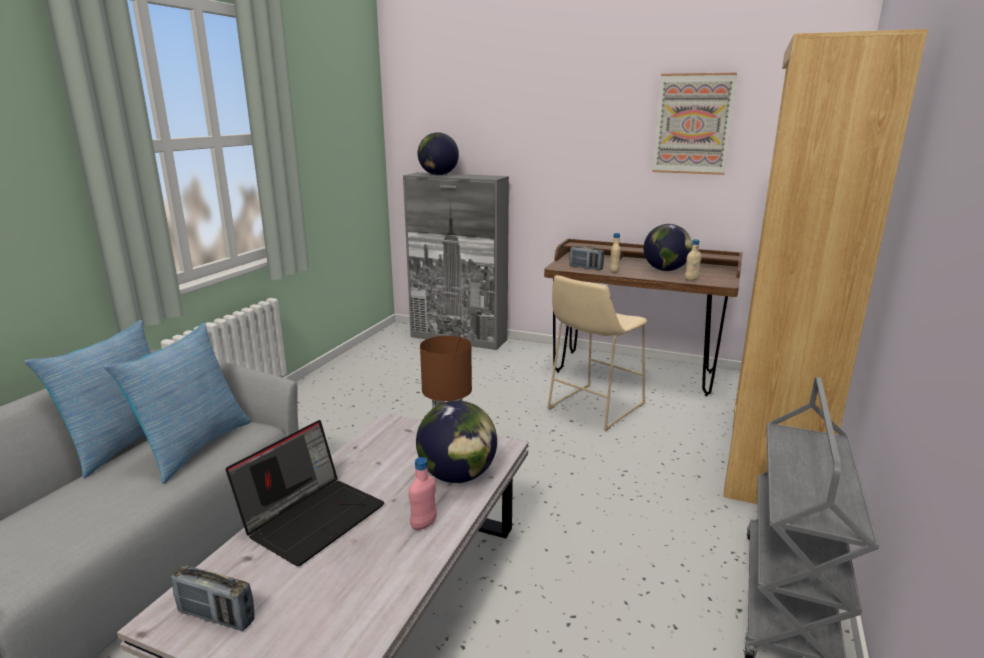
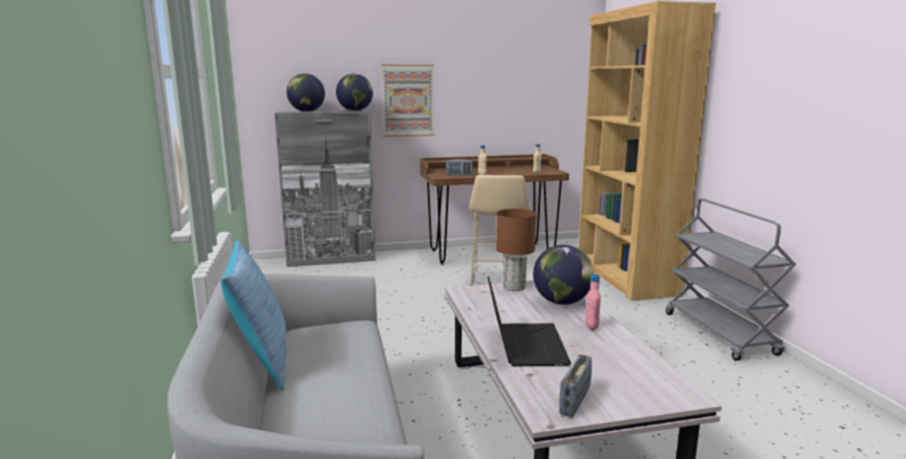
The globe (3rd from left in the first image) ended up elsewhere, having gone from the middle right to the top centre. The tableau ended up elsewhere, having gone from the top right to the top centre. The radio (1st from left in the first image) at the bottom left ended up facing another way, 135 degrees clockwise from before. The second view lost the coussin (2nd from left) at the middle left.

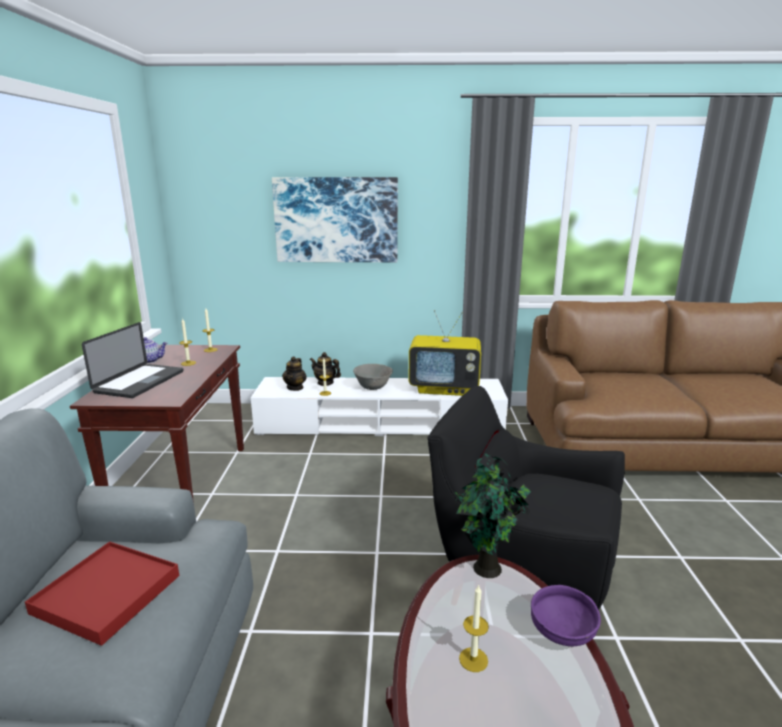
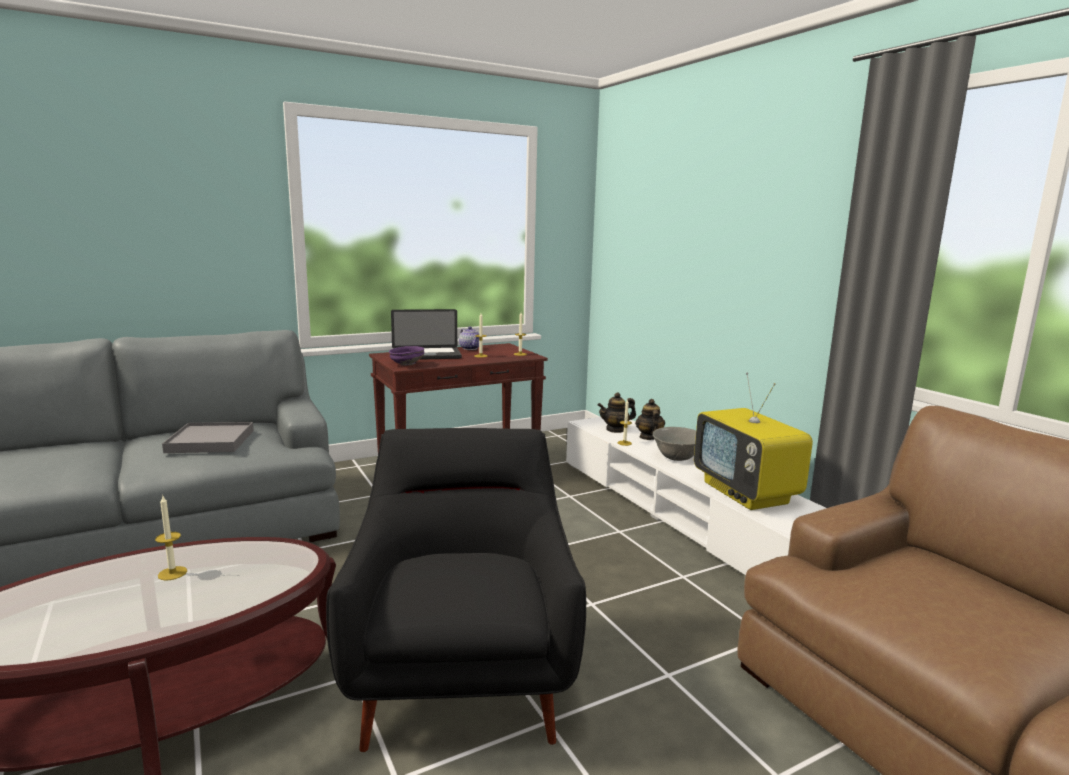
What was the plateau/rouge at the bottom left turned into the plateau/gris at the middle left. The bol/violet ended up elsewhere, having gone from the bottom right to the centre. The second view lost the tableau at the top centre. The second view lost the plante en pot at the bottom centre.

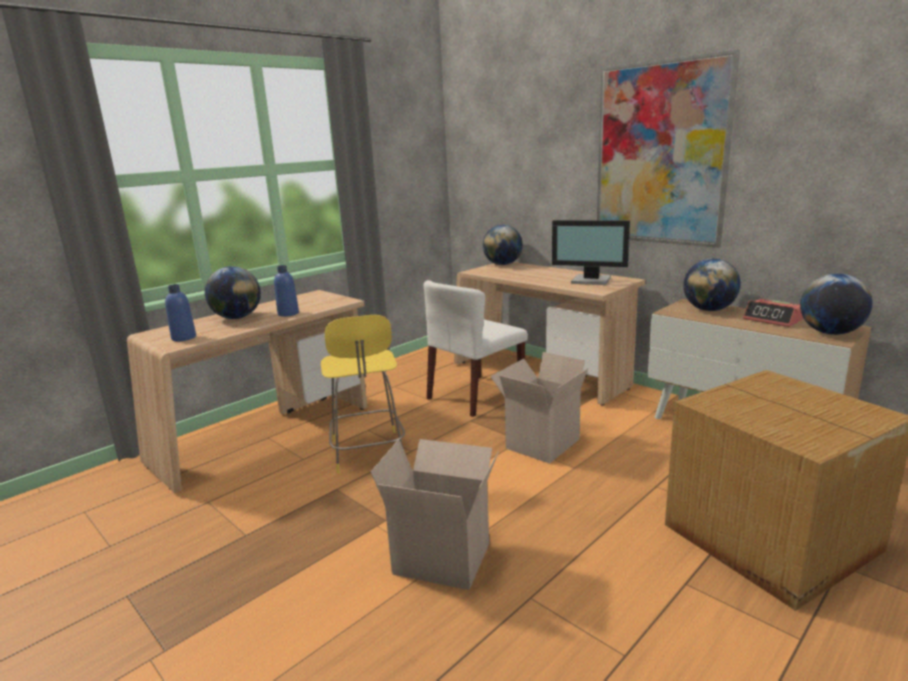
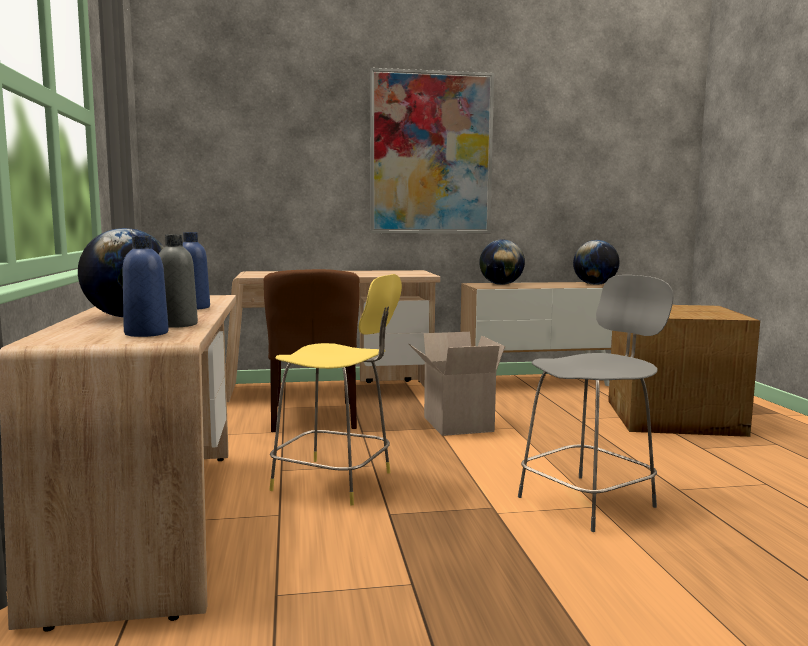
The second view gained the bouteille/gris at the middle left. What was the chaise/blanc at the centre turned into the chaise/marron at the centre. Where the carton (1st from left) stood at the bottom centre, the tabouret/gris came to stand at the middle right. The second view lost the globe (2nd from left) at the centre. The second view lost the écran d'ordinateur at the centre. The second view lost the réveil at the middle right.

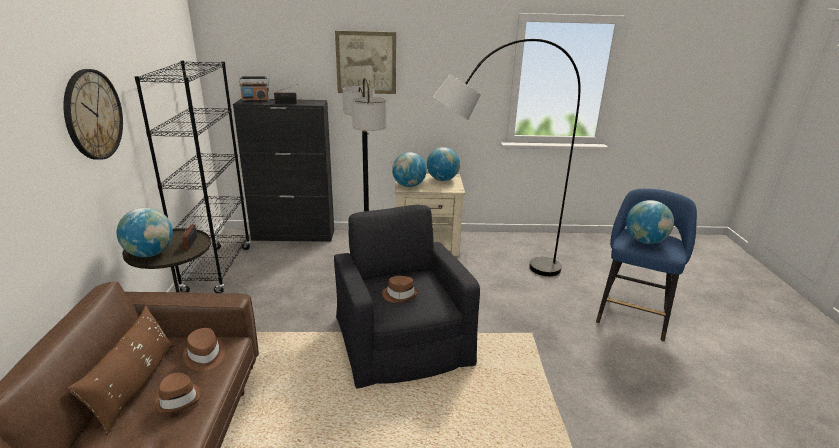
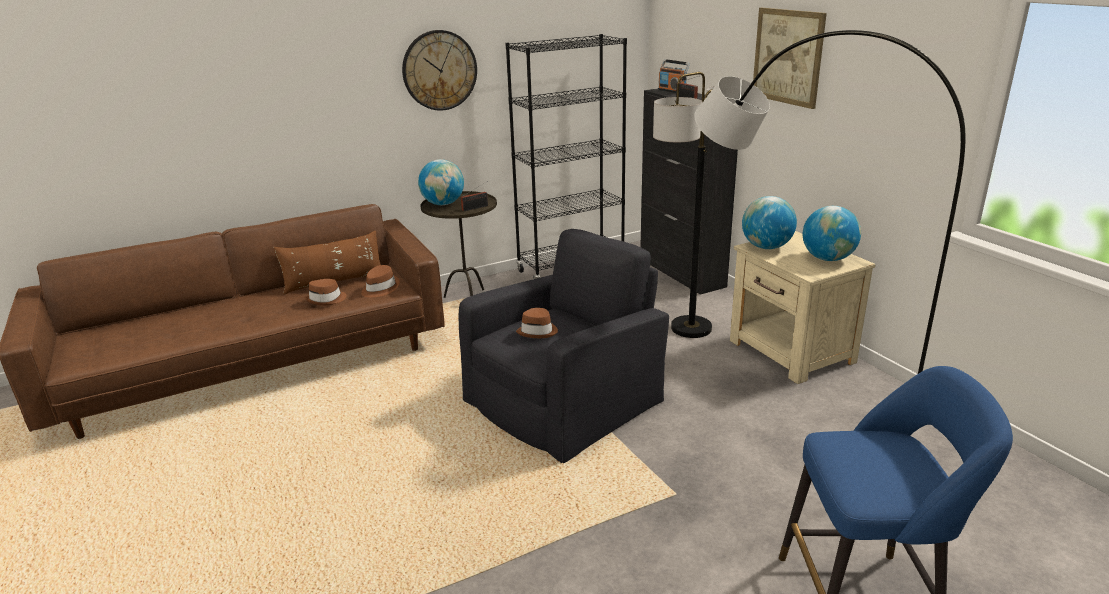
The second view lost the globe (4th from left) at the middle right.

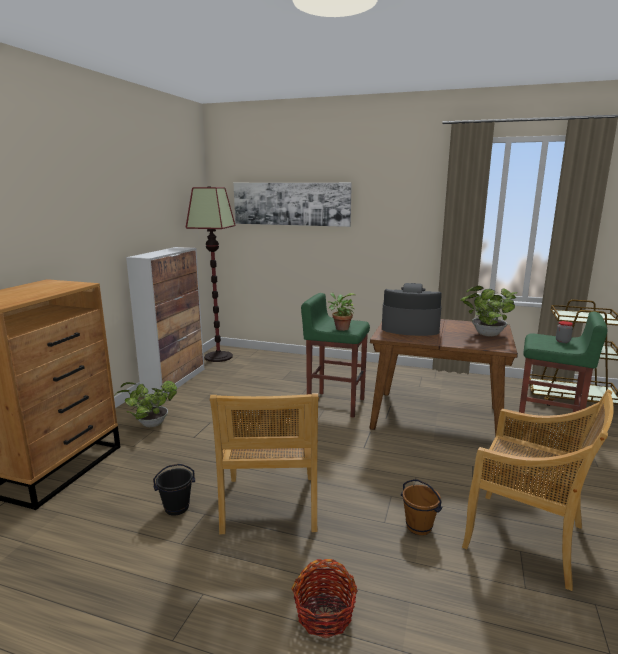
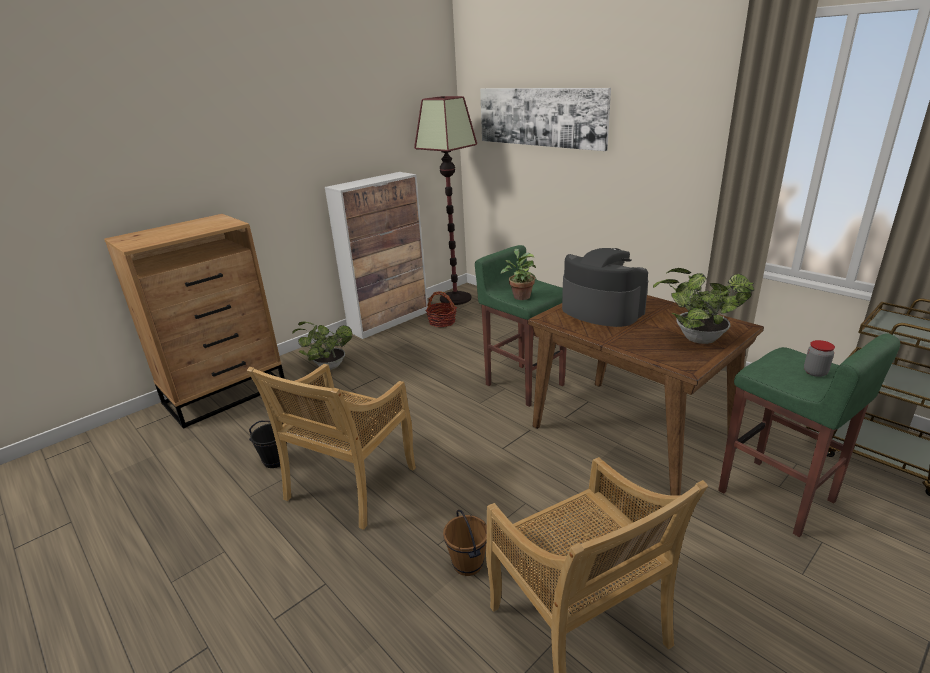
The panier ended up elsewhere, having gone from the bottom centre to the centre.

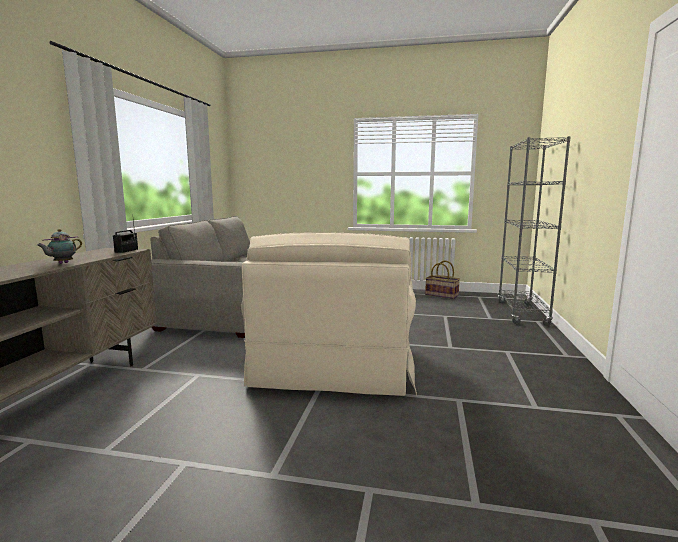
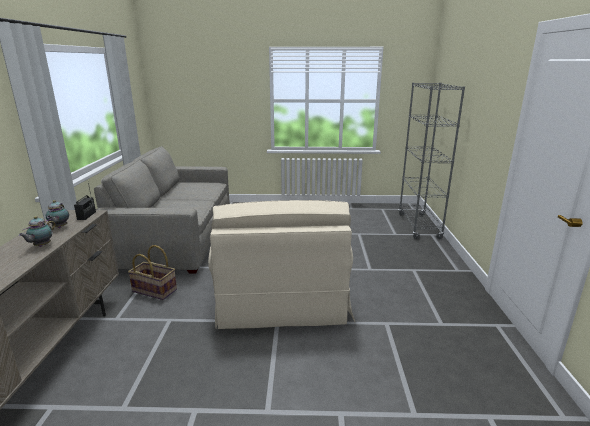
The second view gained the théière (2nd from left) at the middle left. The panier ended up elsewhere, having gone from the centre to the middle left.

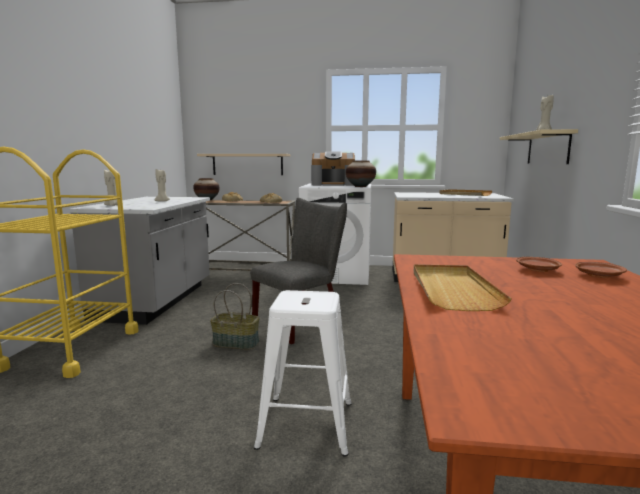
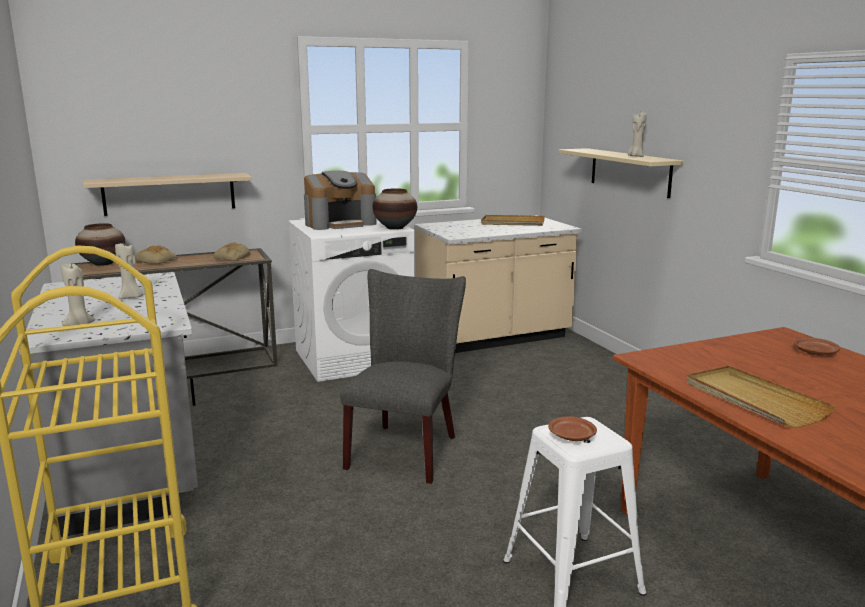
The assiette/marron (1st from left) ended up elsewhere, having gone from the middle right to the bottom centre. The second view lost the panier at the centre.

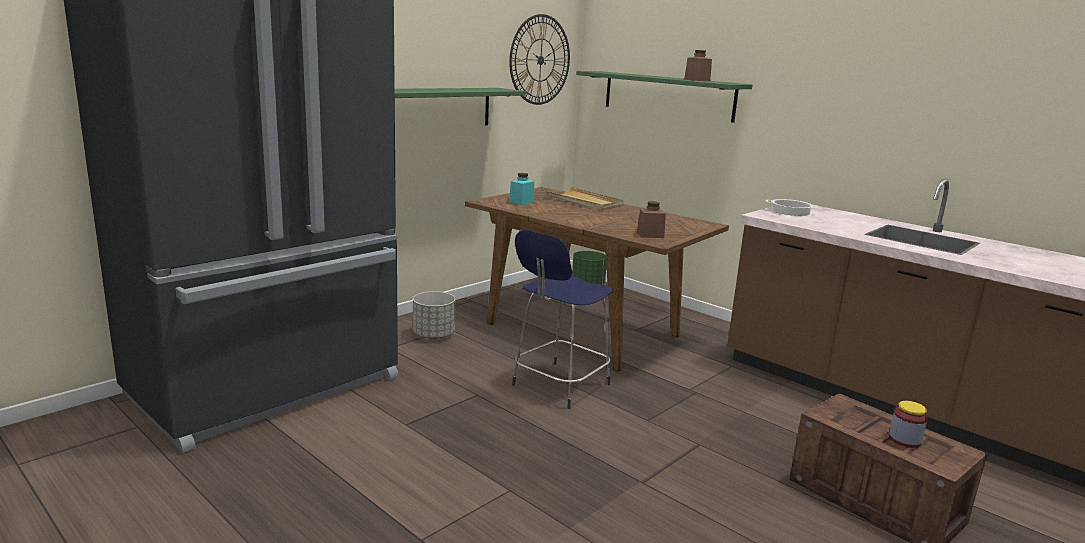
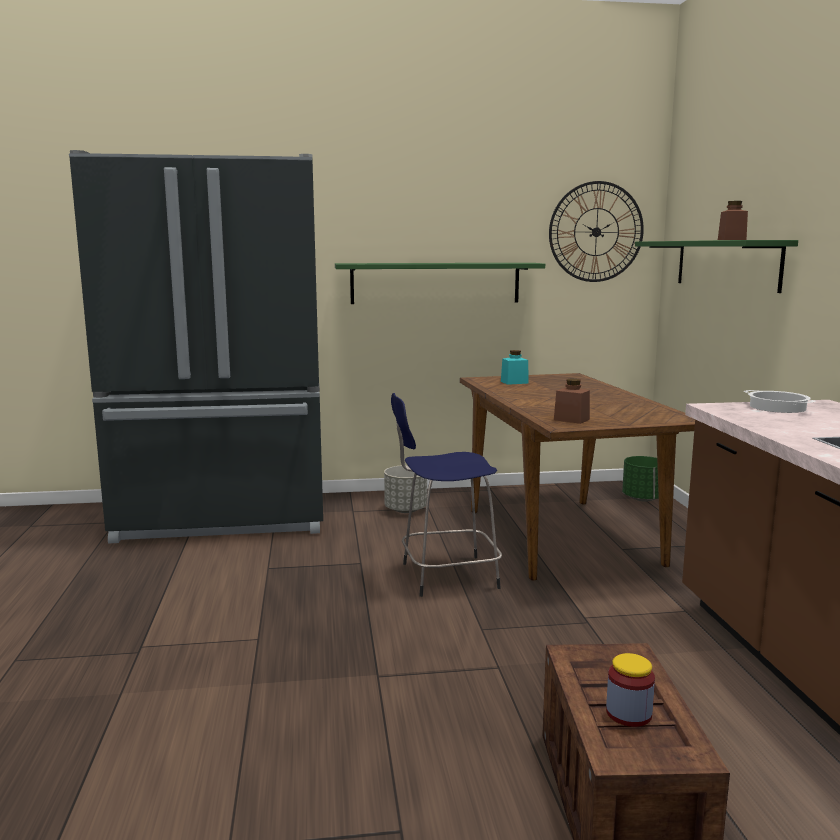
The second view lost the plateau/beige at the centre.

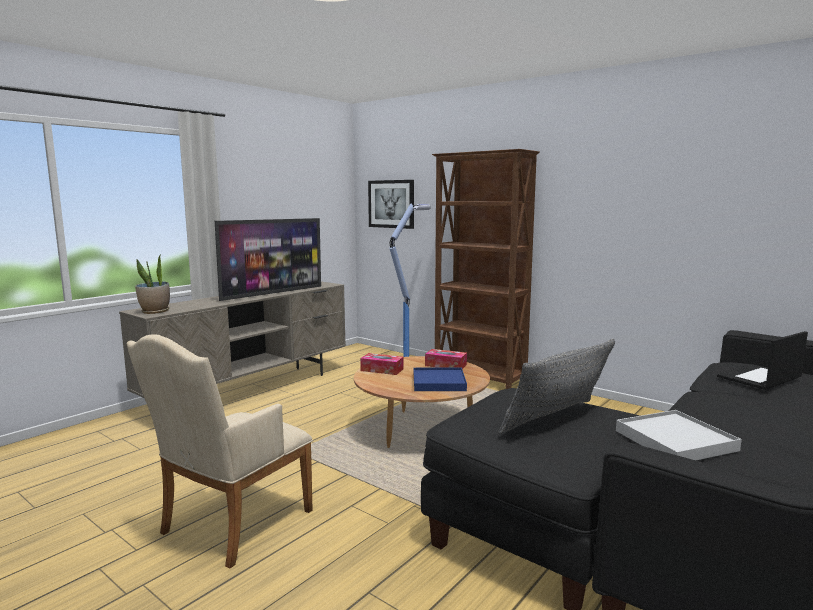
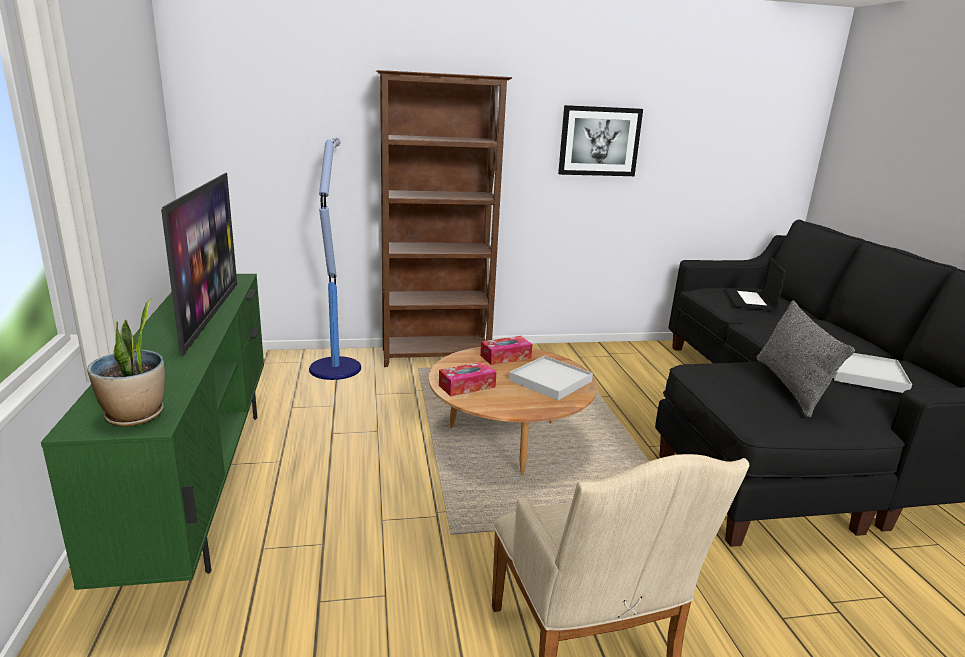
What was the meuble télé/beige at the middle left turned into the meuble télé/vert at the middle left. What was the plateau/bleu at the centre turned into the plateau/blanc (1st from left) at the centre. The tableau ended up elsewhere, having gone from the centre to the top centre.

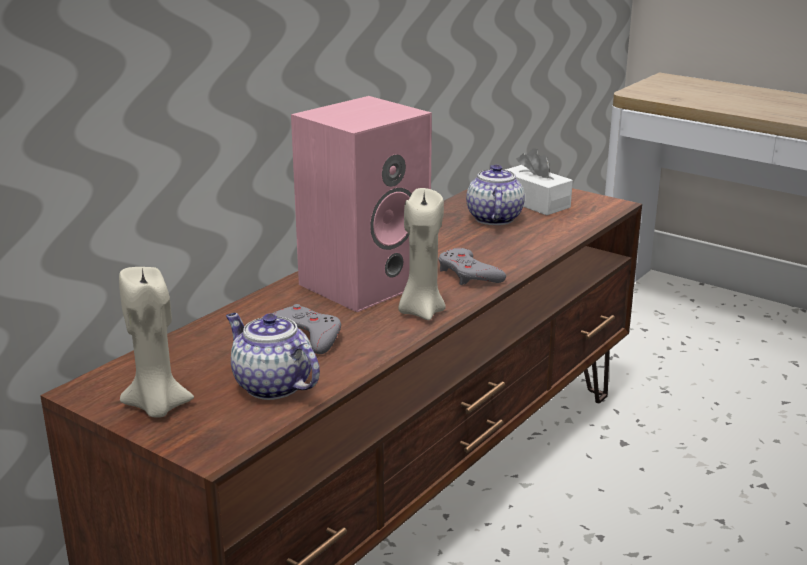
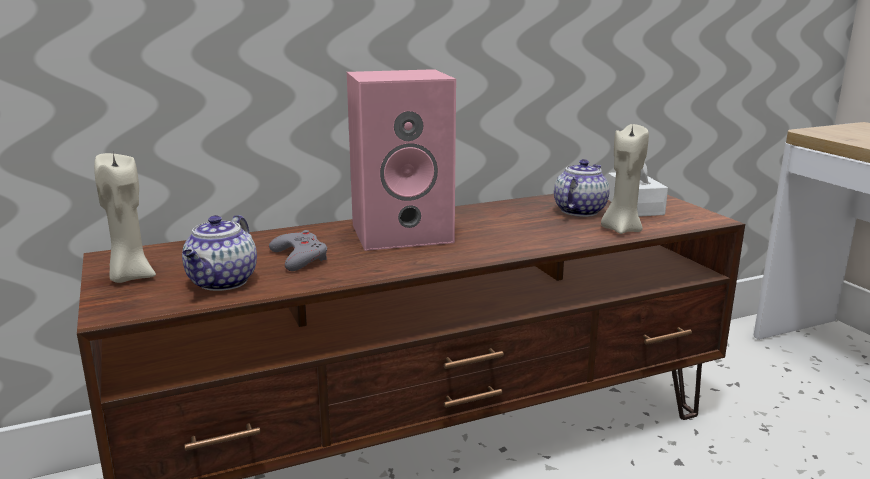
The théière (1st from left) at the centre ended up facing another way, 150 degrees counterclockwise from before. The bougie/beige (2nd from left) ended up elsewhere, having gone from the centre to the middle right. The second view lost the manette/gris (2nd from left) at the centre.

